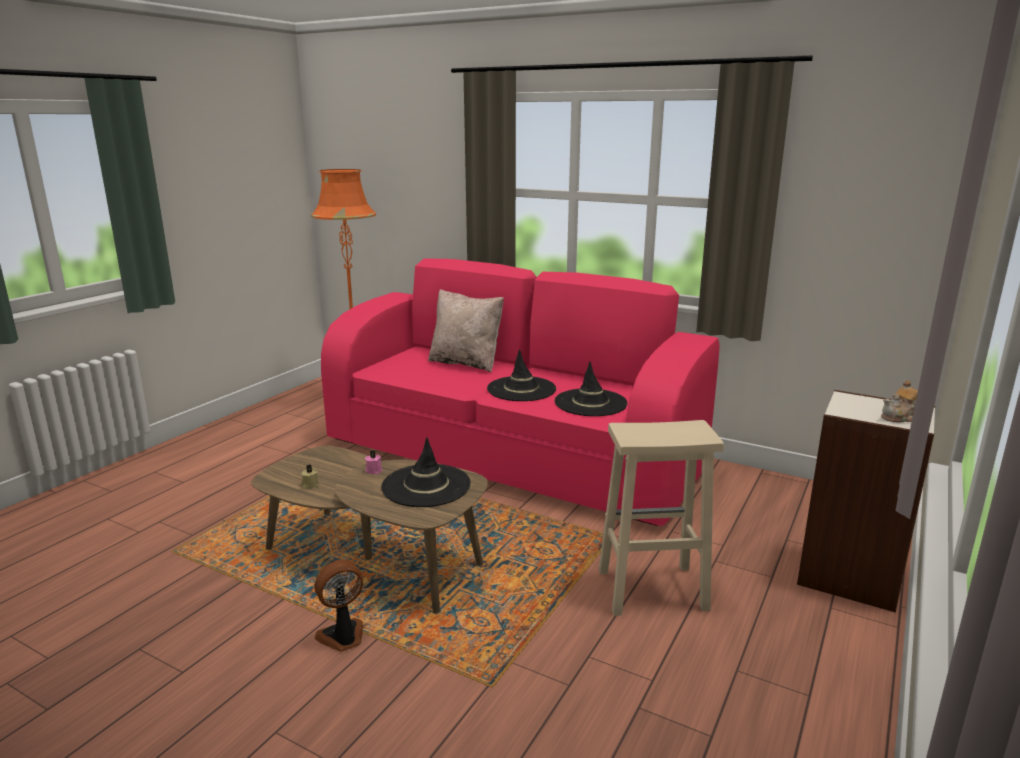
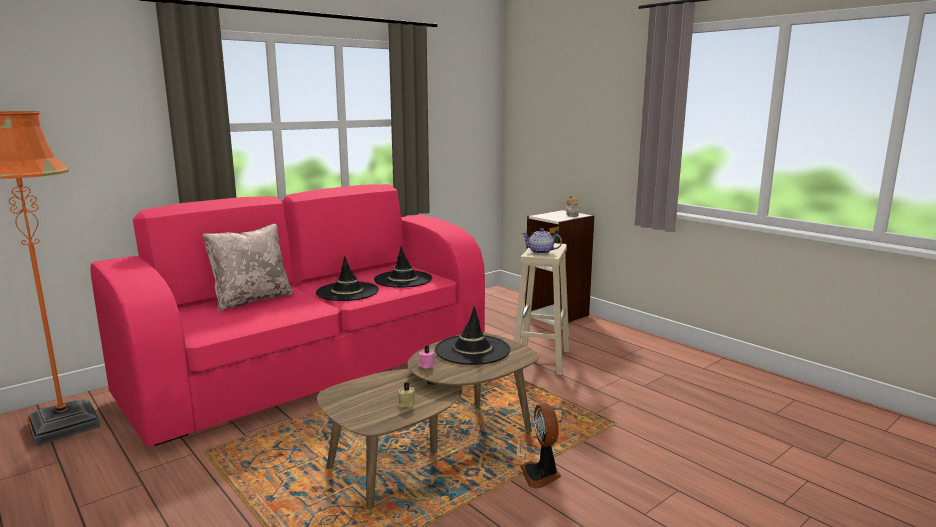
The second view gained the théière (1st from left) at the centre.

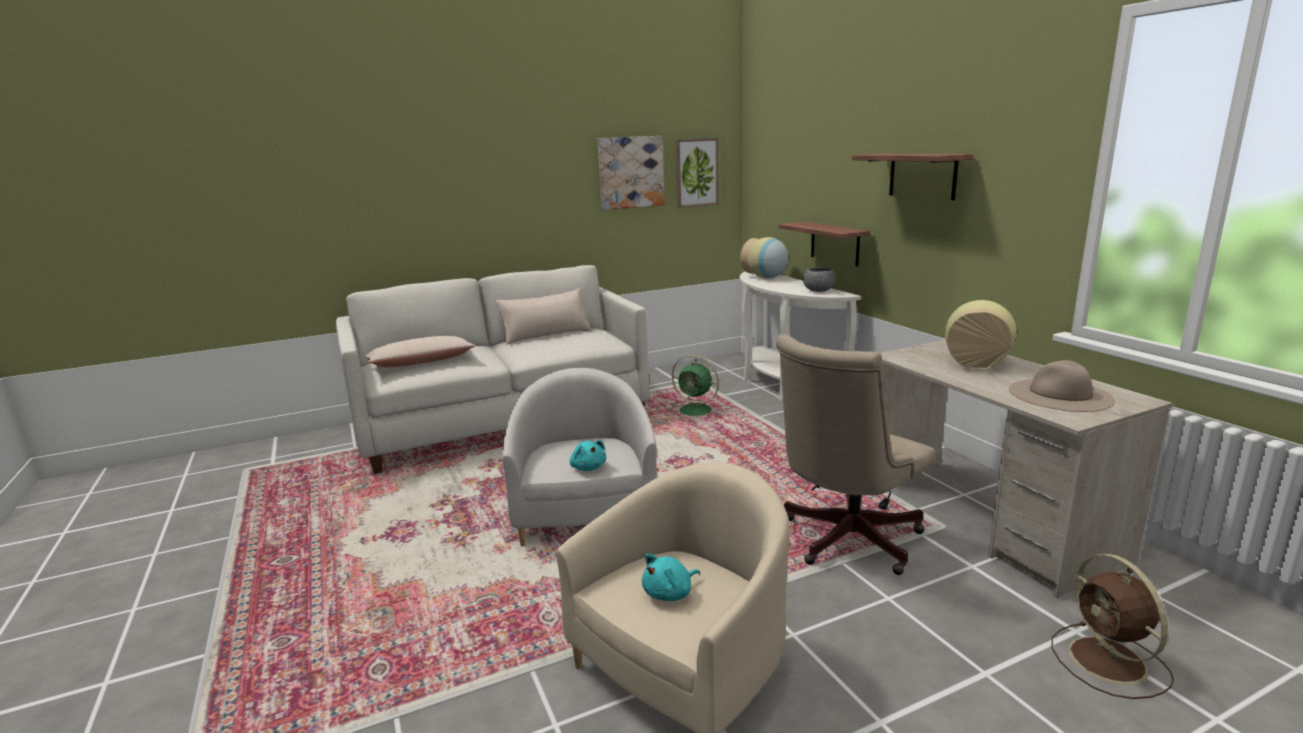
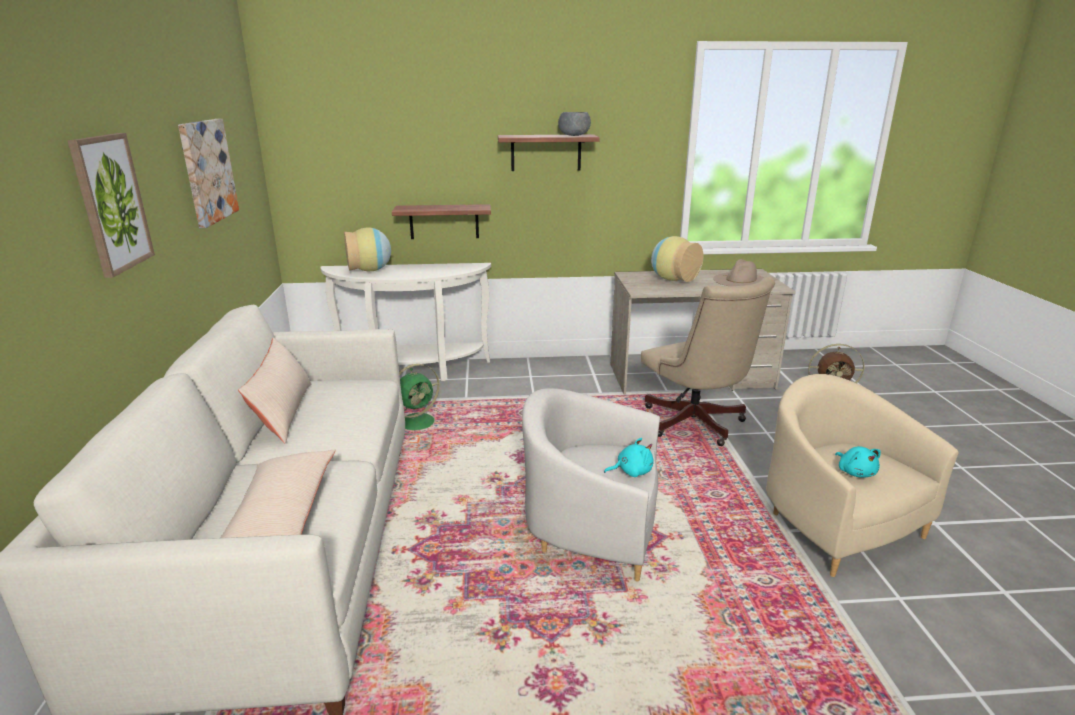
The tableau (2nd from left in the first image) ended up elsewhere, having gone from the top centre to the top left. The bol/gris ended up elsewhere, having gone from the centre to the top centre.

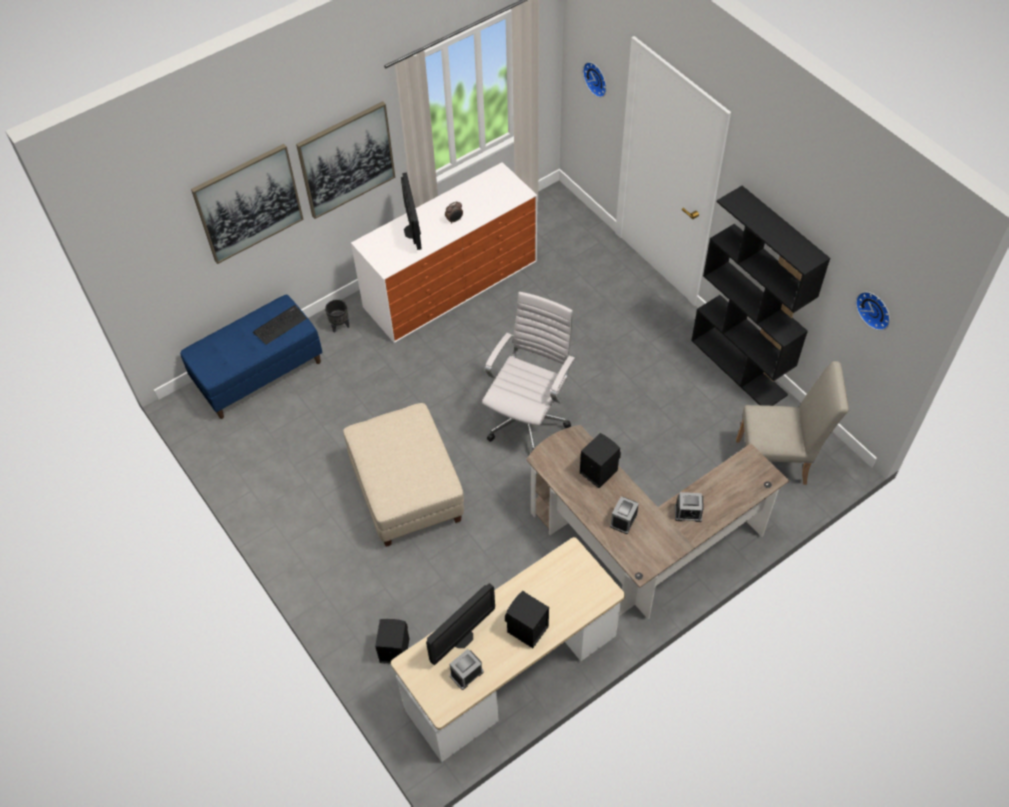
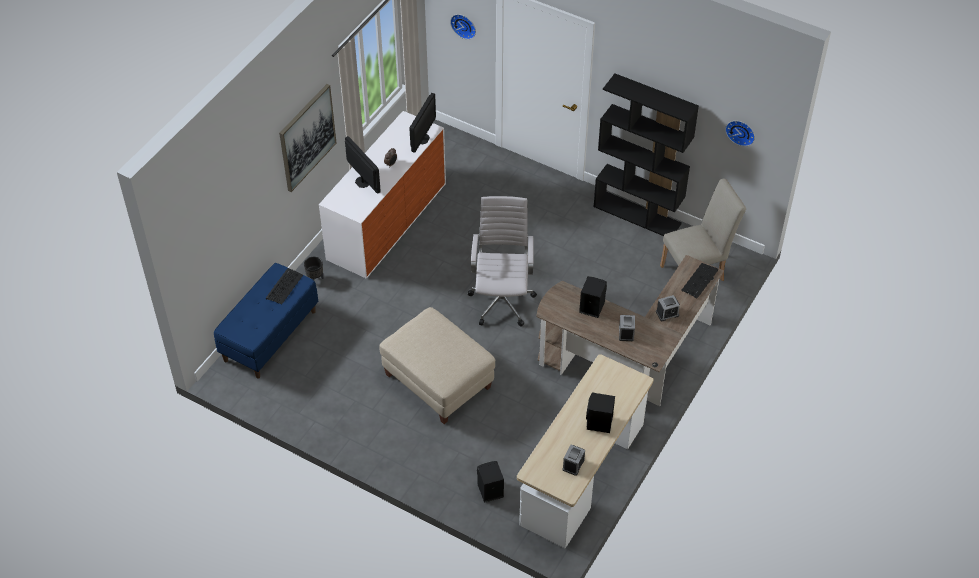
The écran d'ordinateur (2nd from left) ended up elsewhere, having gone from the bottom centre to the top centre. The second view gained the clavier (2nd from left) at the middle right. The second view lost the tableau (1st from left) at the top left.

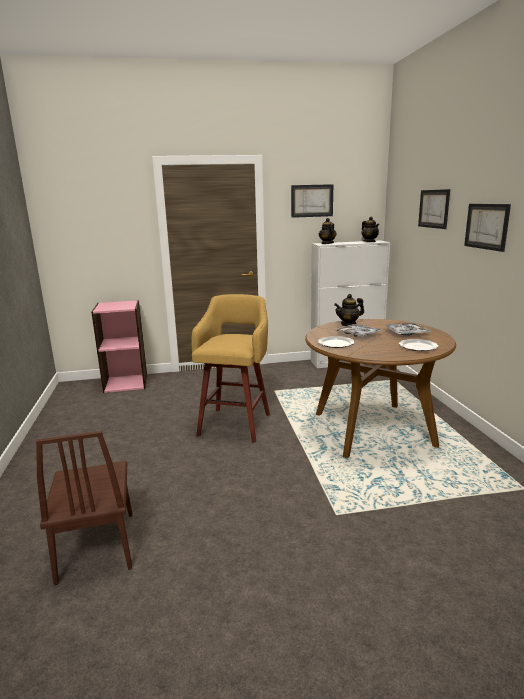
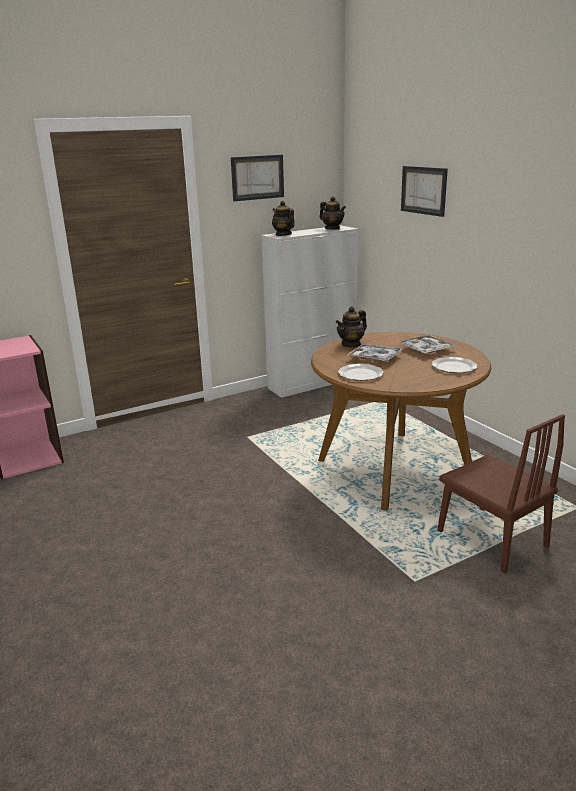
The chaise/marron ended up elsewhere, having gone from the bottom left to the middle right. The second view lost the tabouret/jaune at the centre. The second view lost the tableau (3rd from left) at the top right.

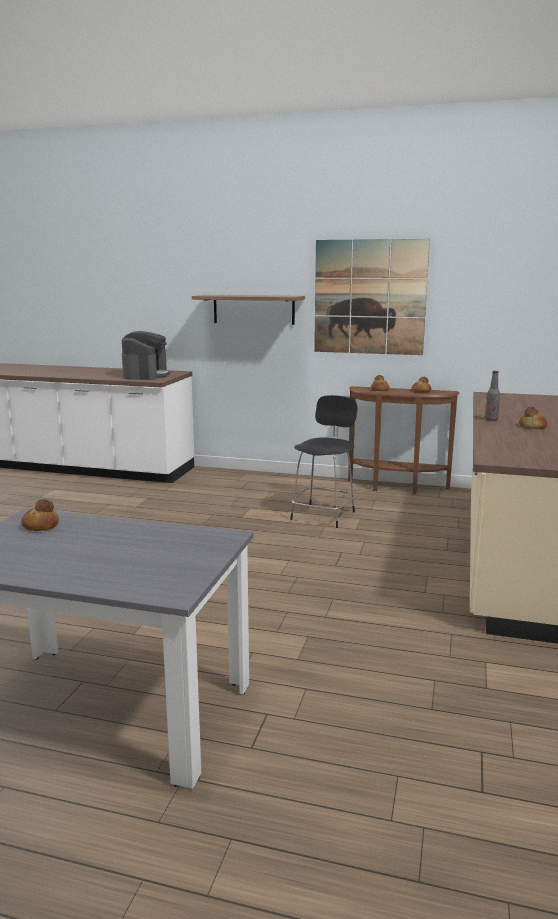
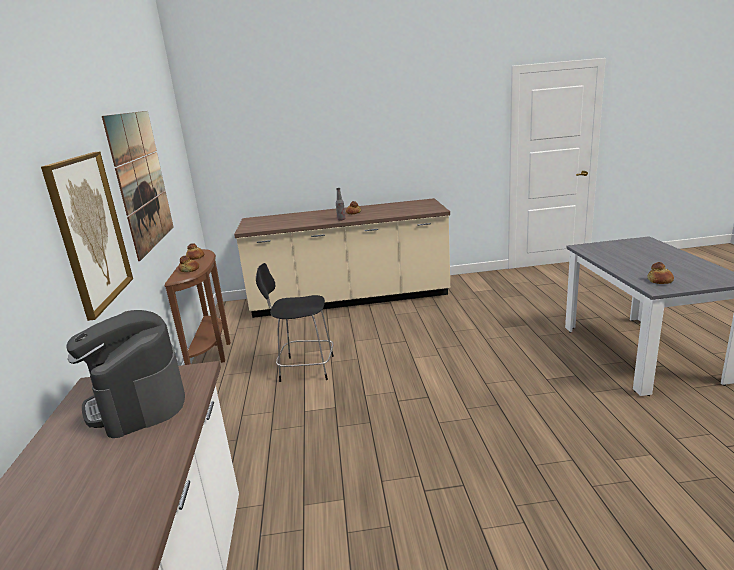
Where the étagère hung at the centre, the tableau (1st from left) came to hang at the middle left. The machine à café at the middle left ended up facing another way, 105 degrees counterclockwise from before.

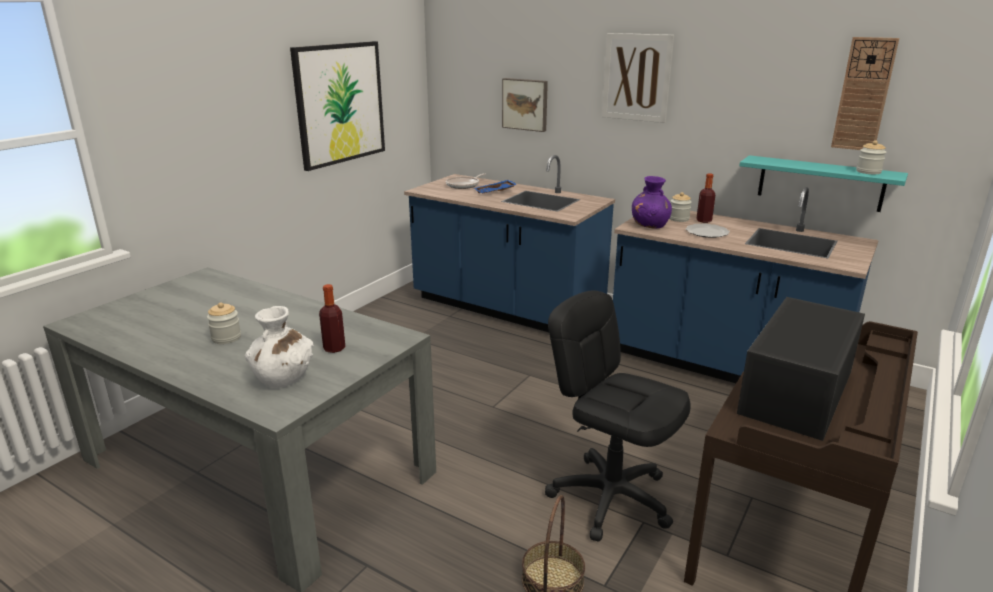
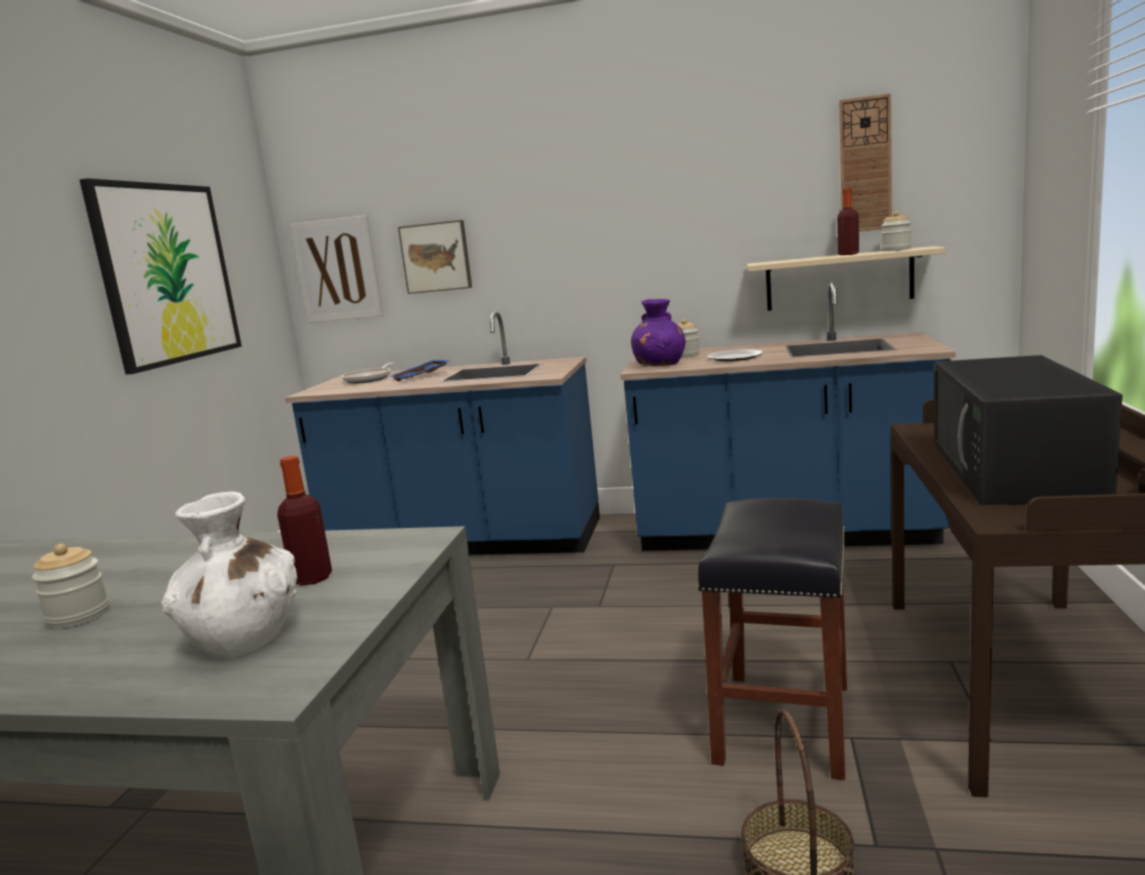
The tableau (3rd from left in the first image) ended up elsewhere, having gone from the top centre to the top left. Where the chaise de bureau/noir stood at the bottom centre, the tabouret/noir came to stand at the bottom right. What was the étagère/turquoise at the top right turned into the étagère/beige at the top right. The bouteille (2nd from left) ended up elsewhere, having gone from the middle right to the top right.

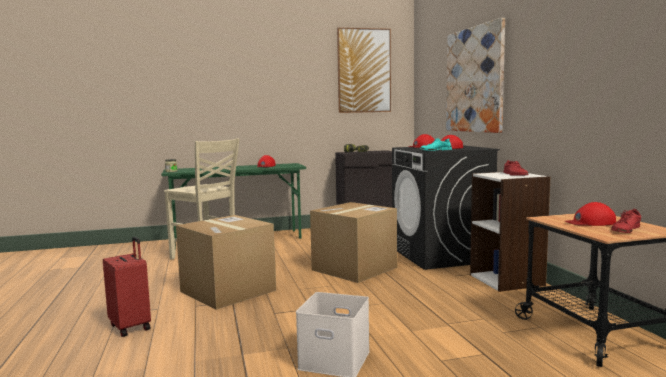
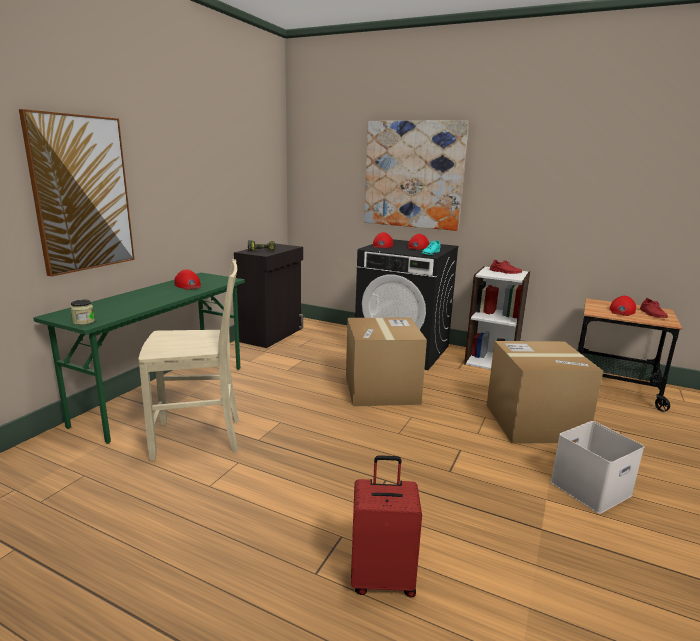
The tableau (1st from left) ended up elsewhere, having gone from the top centre to the top left. The carton (1st from left in the first image) ended up elsewhere, having gone from the bottom centre to the middle right.

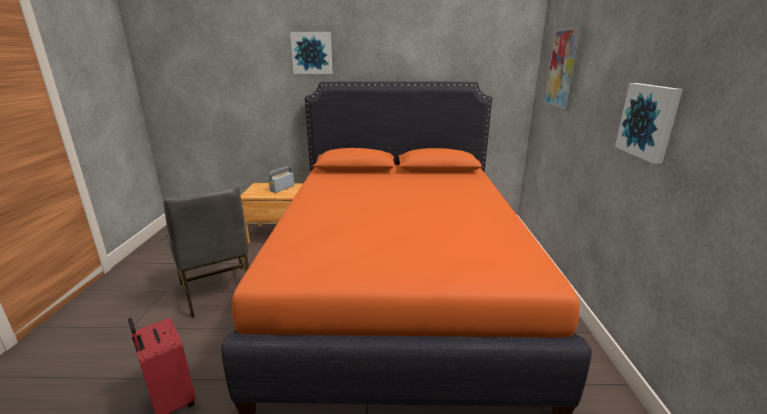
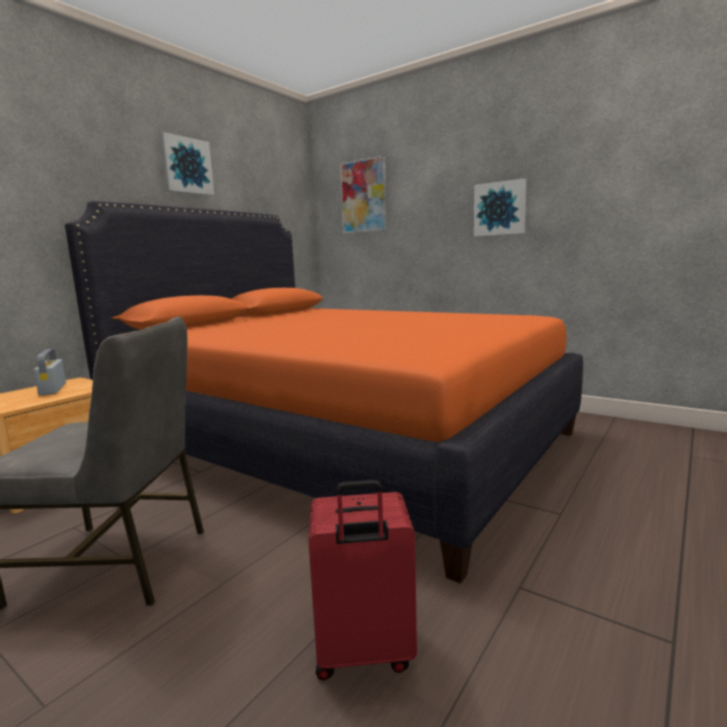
The tableau (1st from left) ended up elsewhere, having gone from the top centre to the top left.

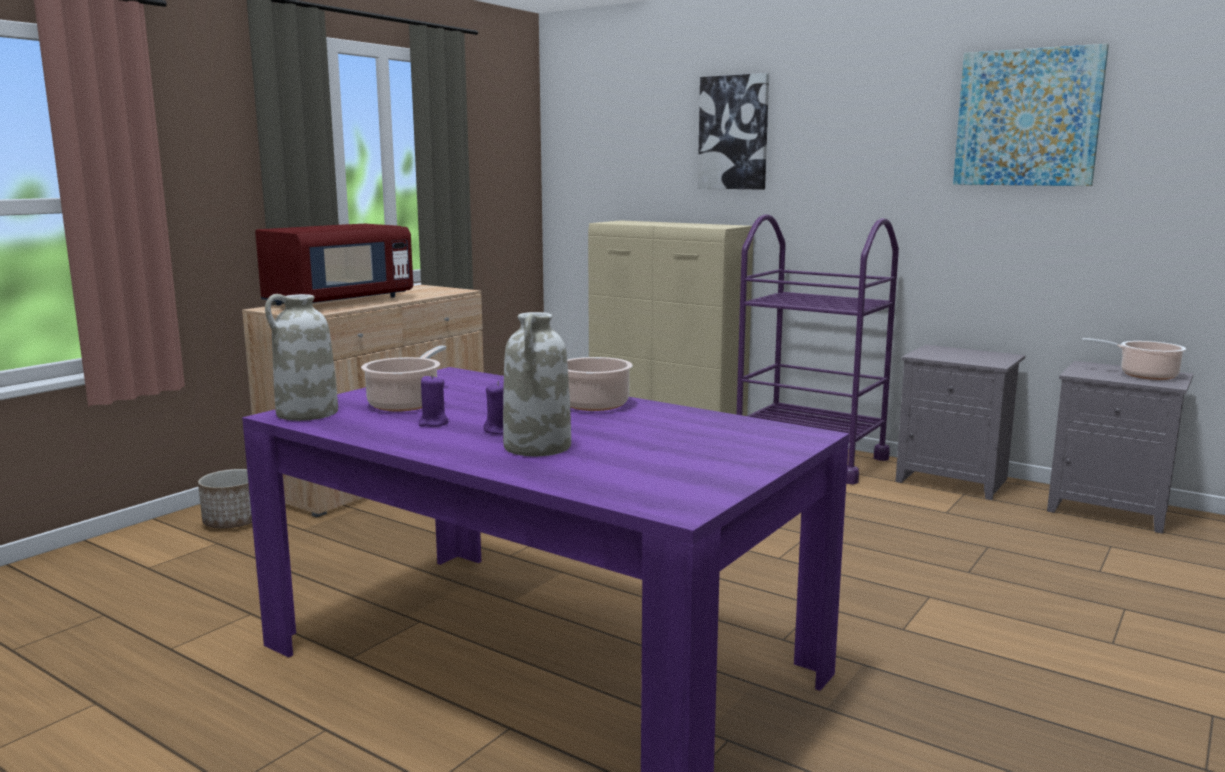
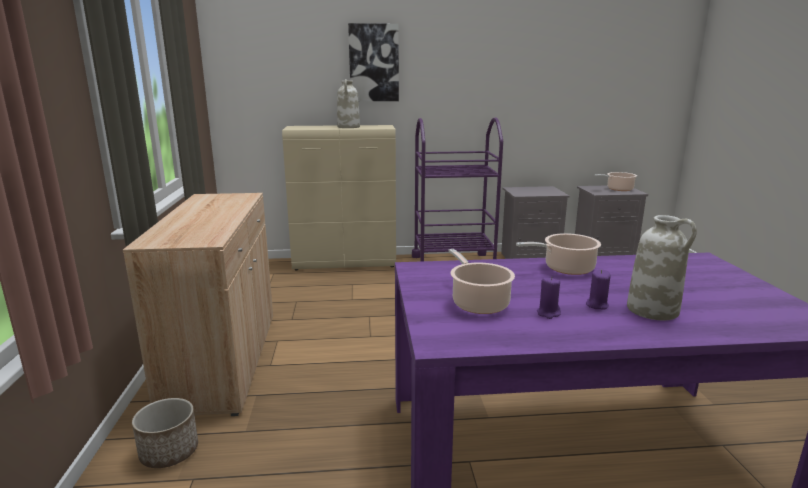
The vase/blanc (1st from left) ended up elsewhere, having gone from the middle left to the top centre. The second view lost the micro-ondes/rouge at the middle left. The second view lost the tableau (2nd from left) at the top right.

